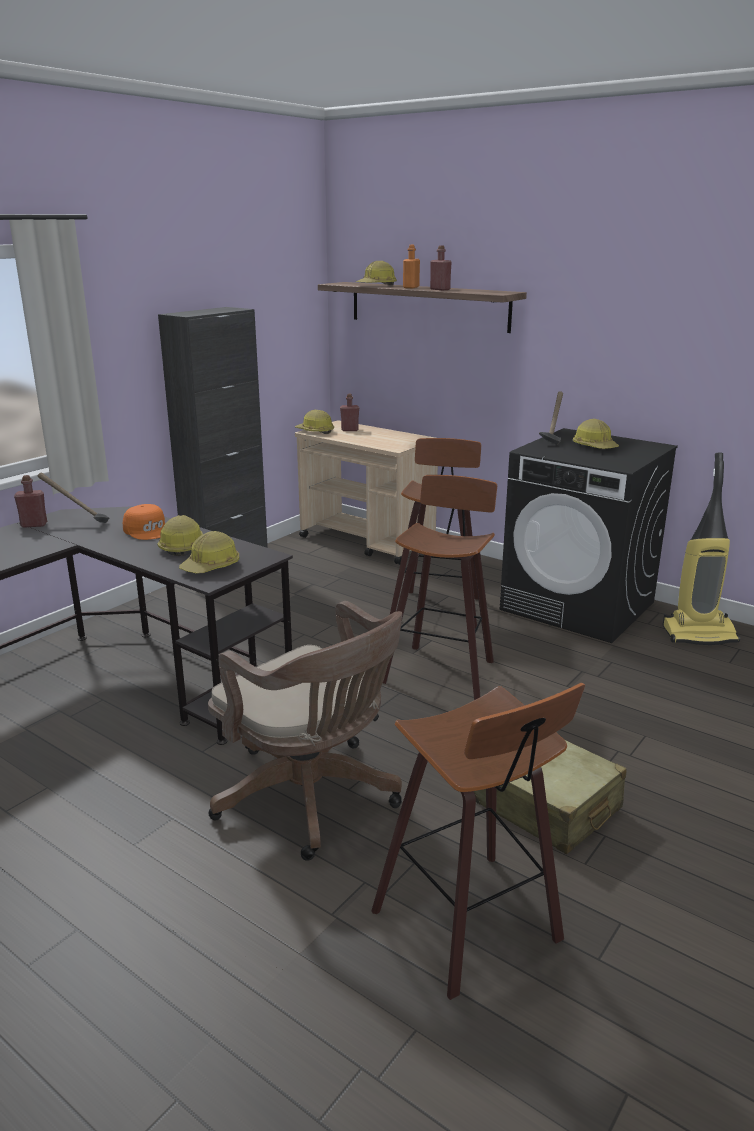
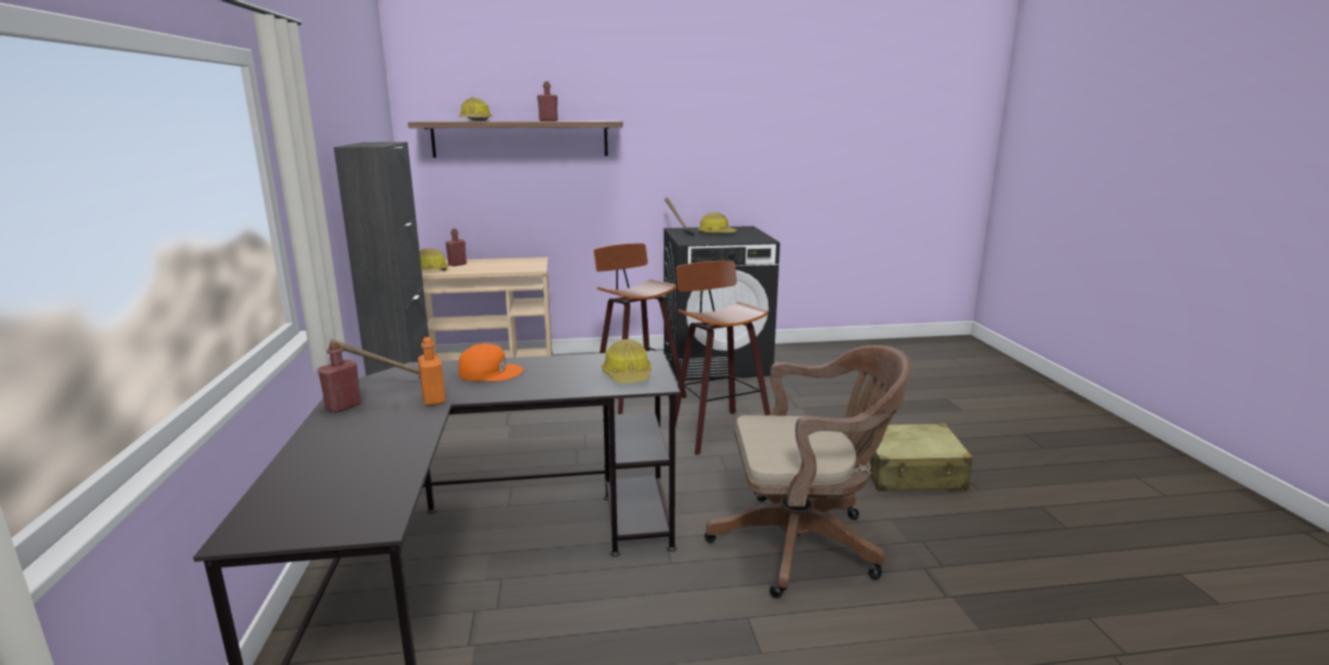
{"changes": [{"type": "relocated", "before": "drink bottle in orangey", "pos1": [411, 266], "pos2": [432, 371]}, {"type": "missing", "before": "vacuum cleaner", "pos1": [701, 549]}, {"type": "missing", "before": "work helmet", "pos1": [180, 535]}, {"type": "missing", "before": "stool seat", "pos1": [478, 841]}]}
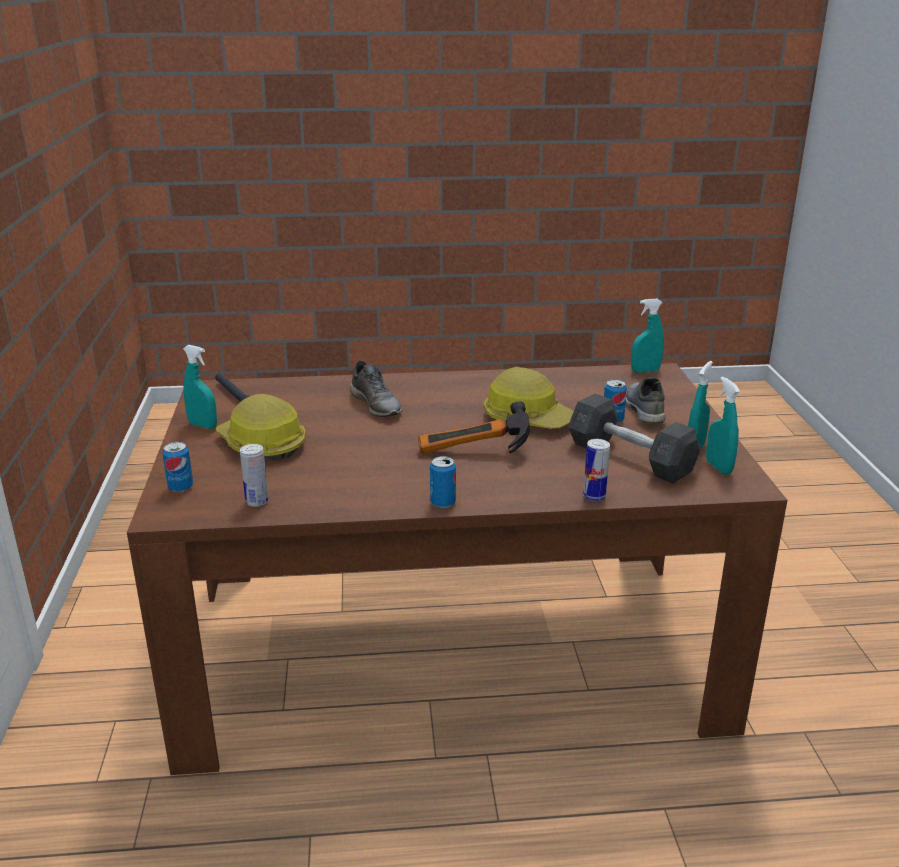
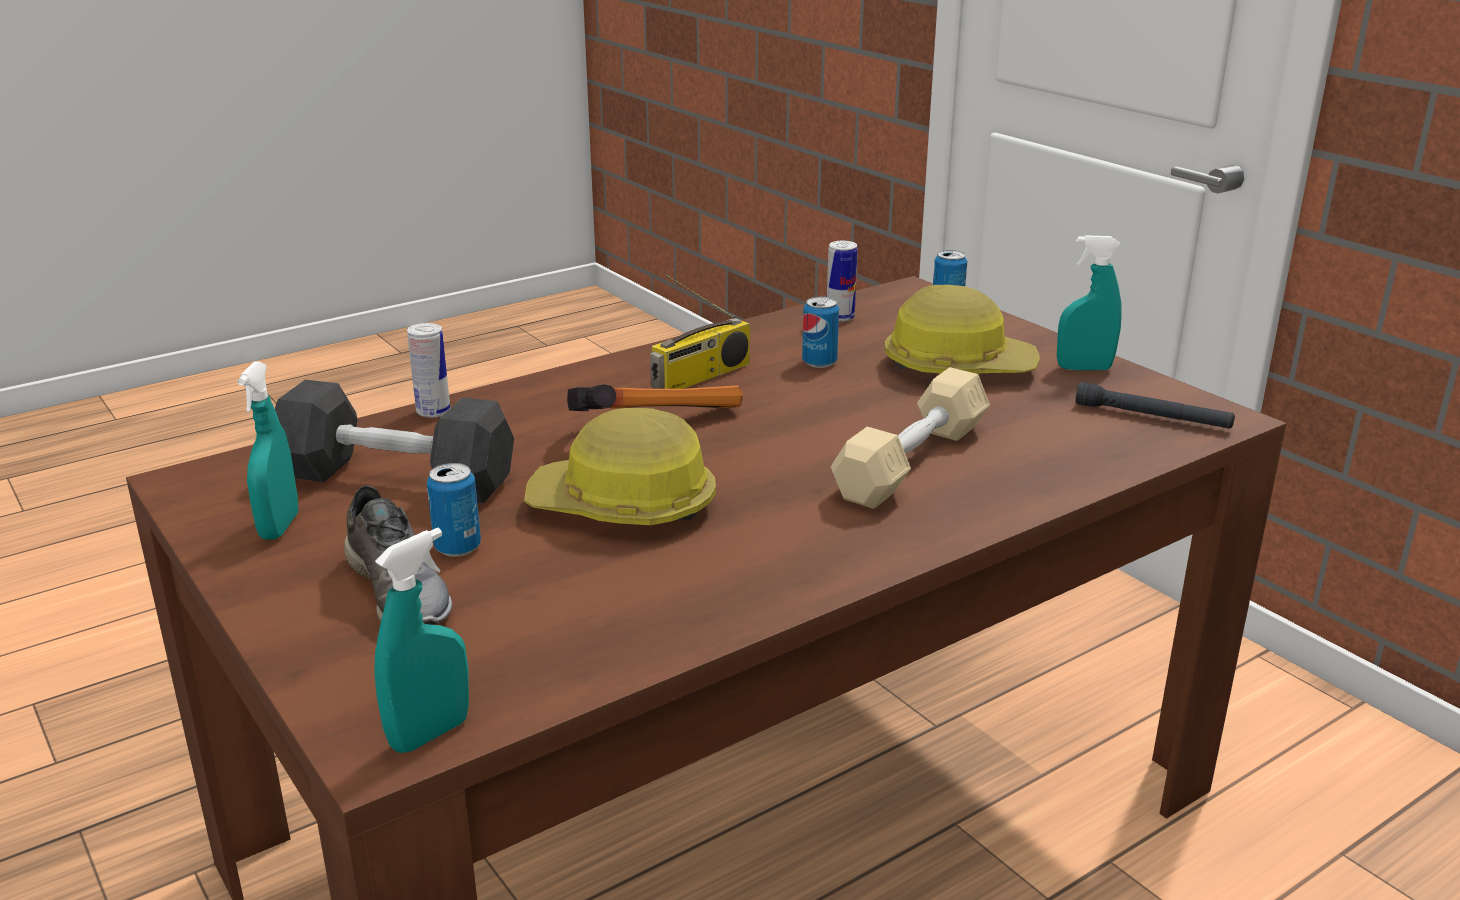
{"changes": [{"type": "exchanged", "before": "low shoe in grey", "after": "free weight in beige-coloured", "pos1": [376, 388], "pos2": [910, 438]}, {"type": "missing", "before": "spray bottle in blue-green", "pos1": [723, 426]}, {"type": "relocated", "before": "metal can", "pos1": [443, 482], "pos2": [820, 332]}, {"type": "appeared", "after": "radio receiver", "pos2": [700, 332]}]}
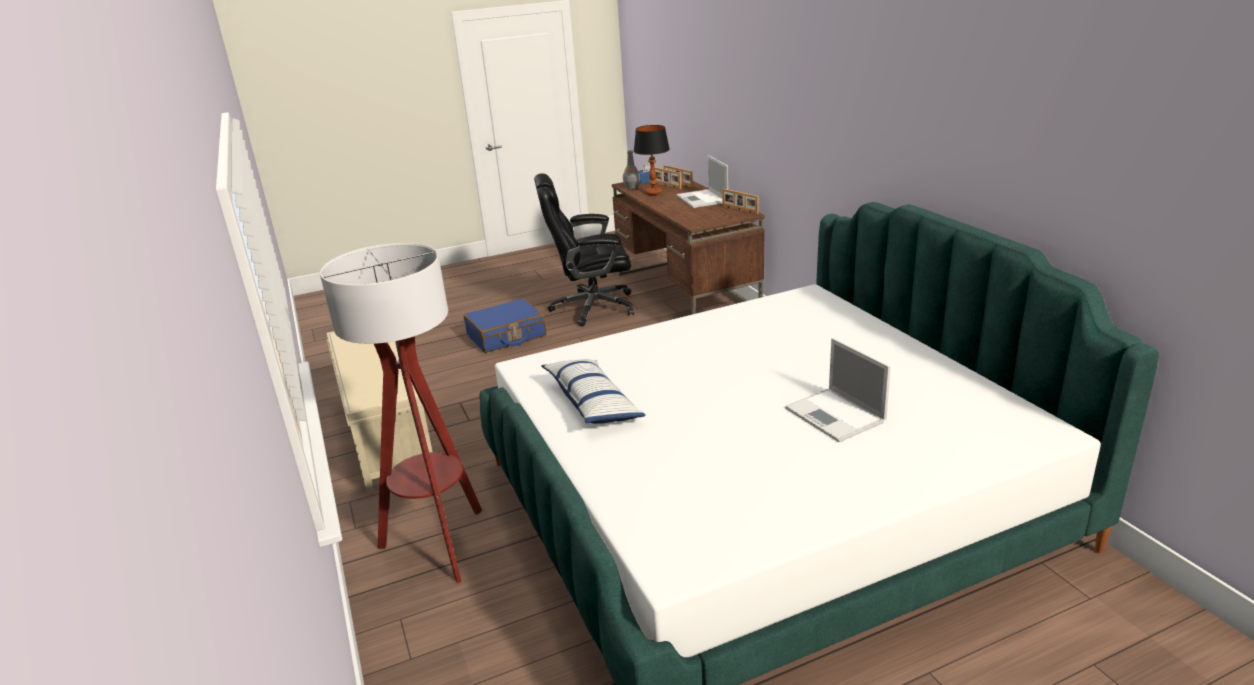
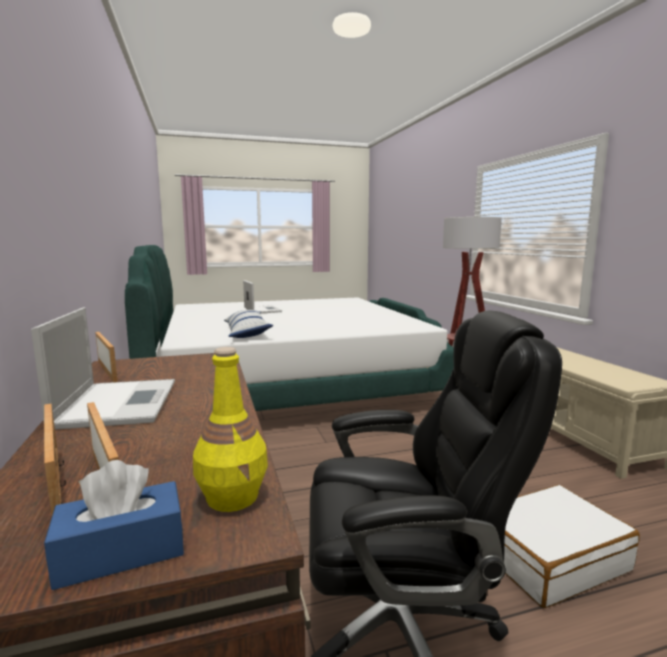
{"changes": [{"type": "missing", "before": "table lamp", "pos1": [652, 160]}, {"type": "colour", "before": "drink bottle in grey", "after": "drink bottle in yellow", "pos1": [631, 169], "pos2": [230, 429]}, {"type": "colour", "before": "piece of luggage in bluish", "after": "piece of luggage in whitish", "pos1": [505, 325], "pos2": [572, 546]}, {"type": "relocated", "before": "cushion", "pos1": [593, 391], "pos2": [248, 324]}]}
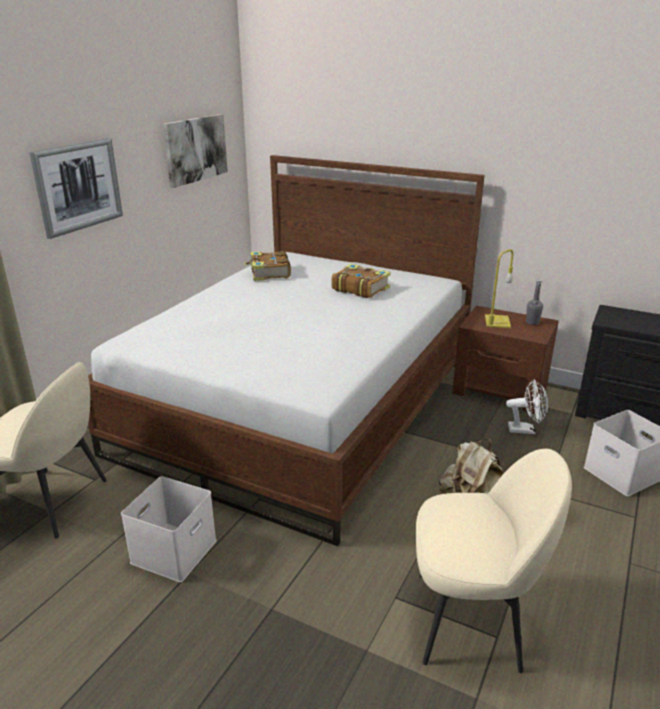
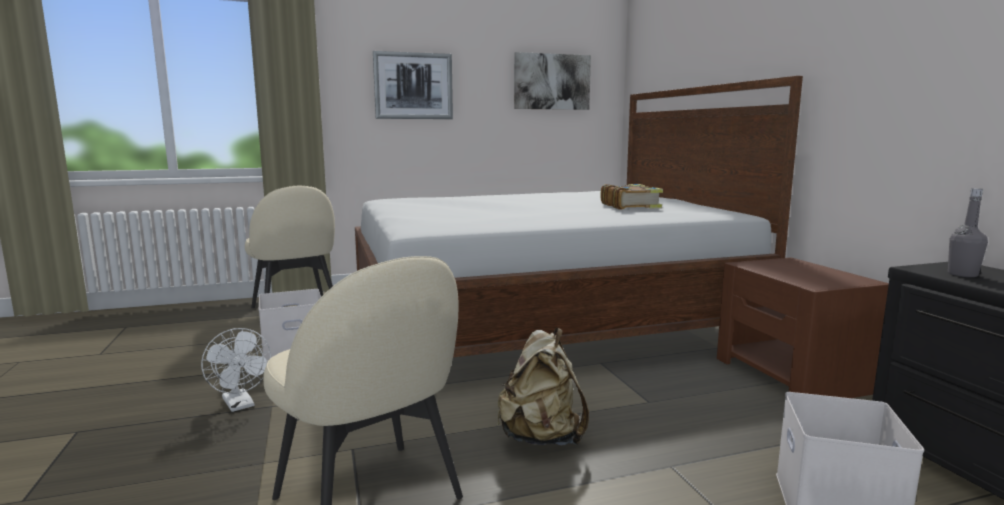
{"changes": [{"type": "missing", "before": "table lamp in yellow", "pos1": [499, 288]}, {"type": "missing", "before": "volume", "pos1": [267, 266]}, {"type": "relocated", "before": "drink bottle in grey", "pos1": [534, 302], "pos2": [968, 232]}, {"type": "relocated", "before": "electric fan in whitish", "pos1": [527, 407], "pos2": [236, 370]}]}
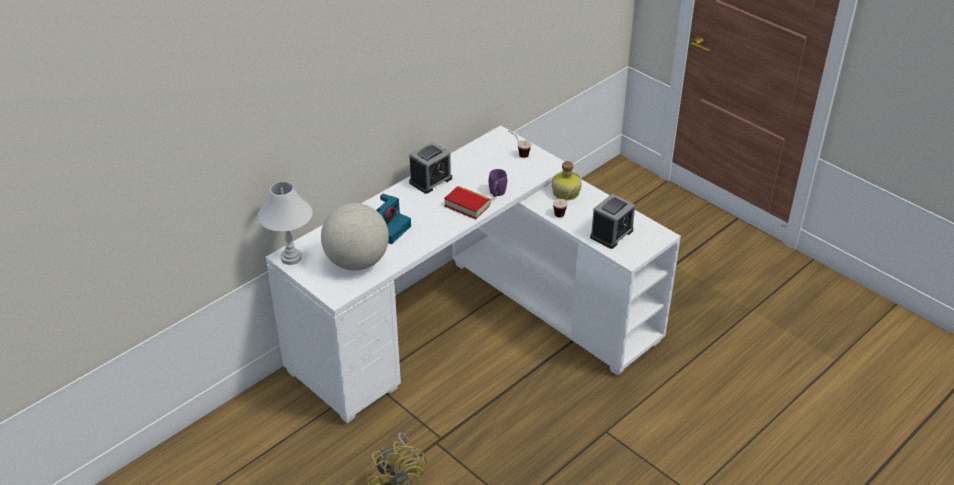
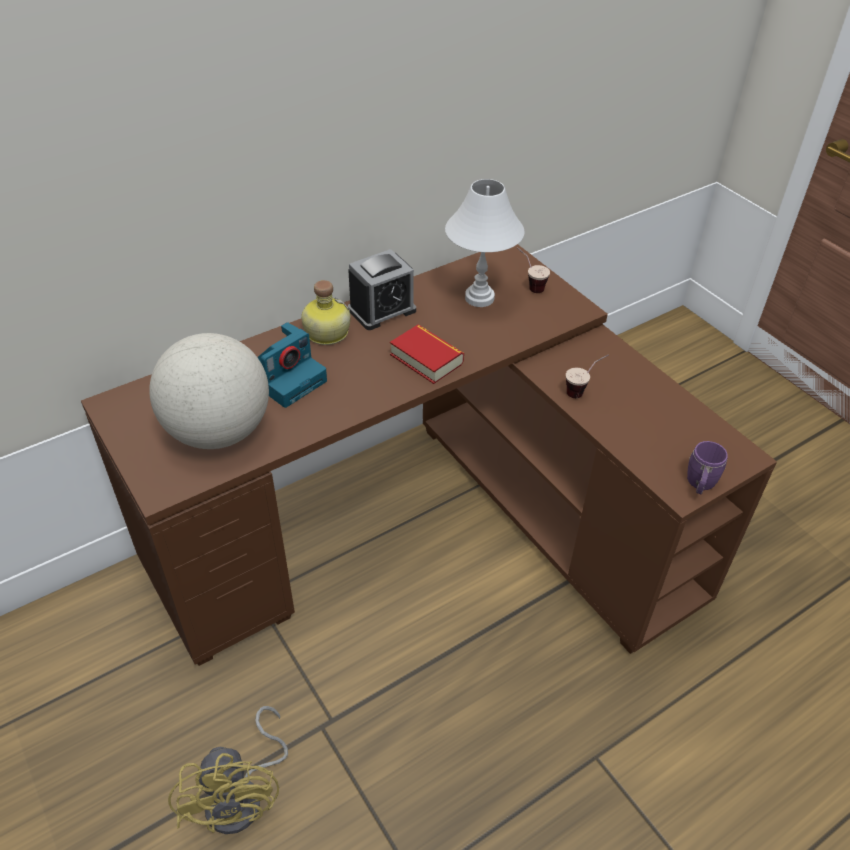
{"changes": [{"type": "colour", "before": "desk table in whitish", "after": "desk table in brown-coloured", "pos1": [473, 274], "pos2": [429, 455]}, {"type": "relocated", "before": "drink bottle", "pos1": [567, 180], "pos2": [326, 312]}, {"type": "relocated", "before": "coffee mug in purplish", "pos1": [498, 183], "pos2": [707, 467]}, {"type": "relocated", "before": "table lamp in whitish", "pos1": [285, 223], "pos2": [485, 243]}, {"type": "missing", "before": "bedside clock", "pos1": [612, 221]}]}
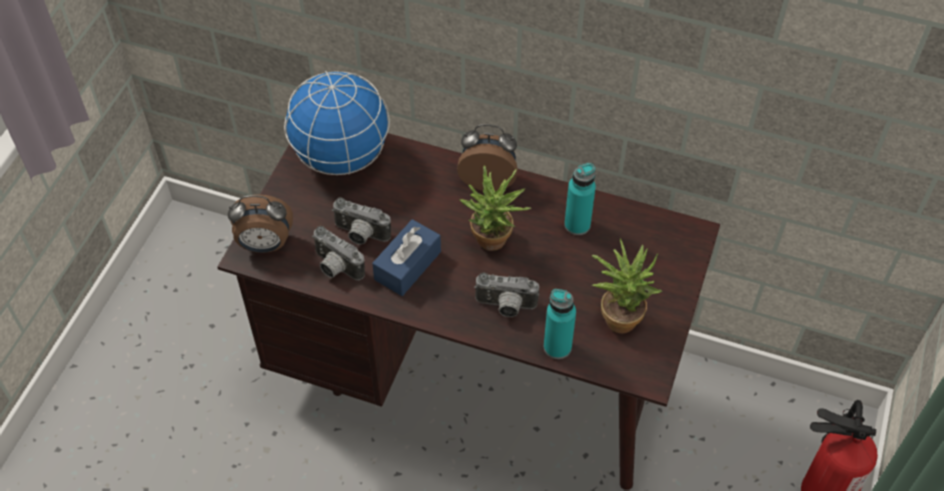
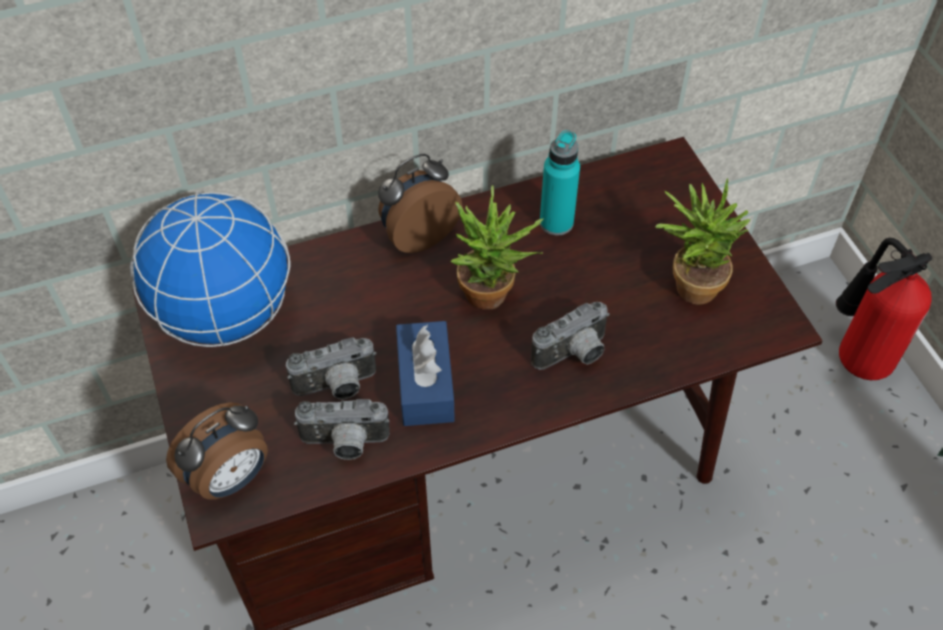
{"changes": [{"type": "missing", "before": "drink bottle in blue-green", "pos1": [560, 324]}]}
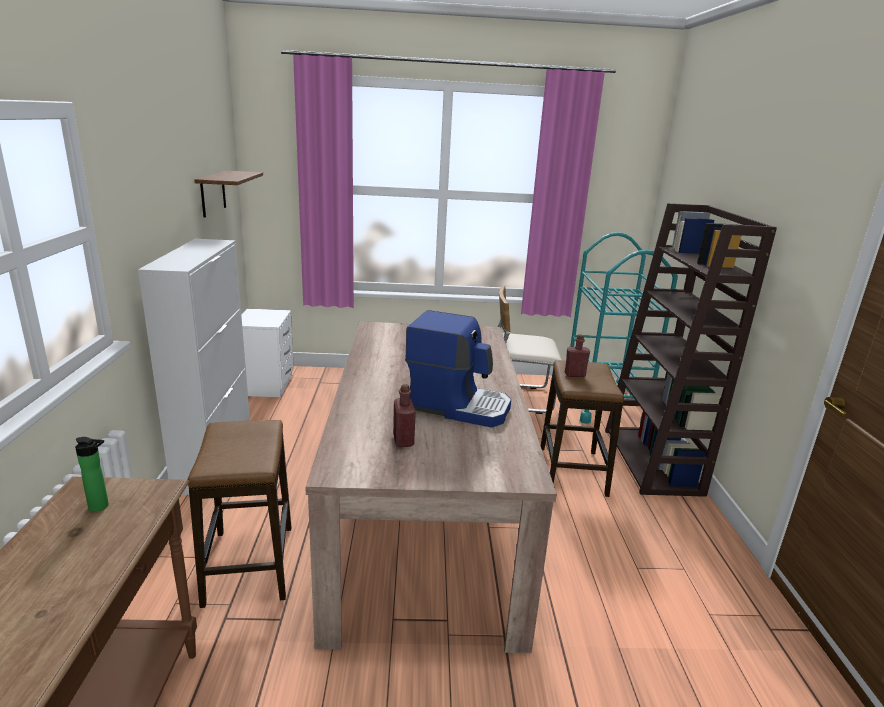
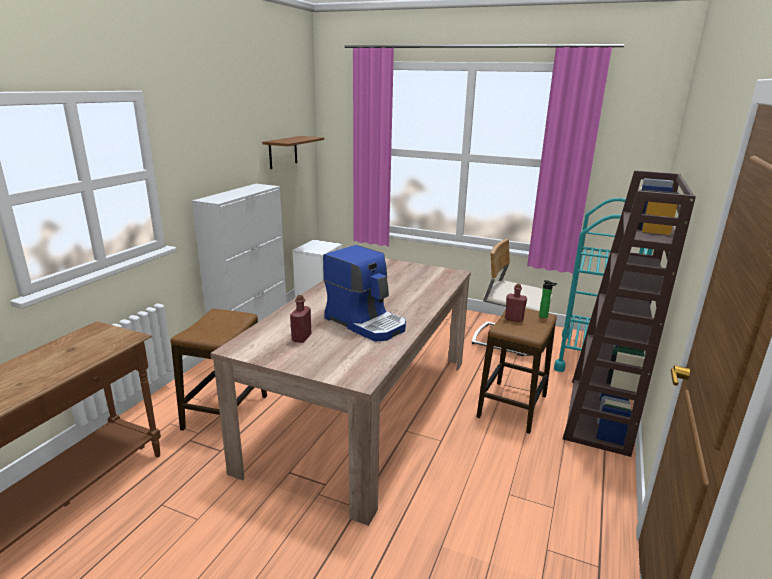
{"changes": [{"type": "relocated", "before": "drink bottle", "pos1": [92, 474], "pos2": [548, 299]}]}
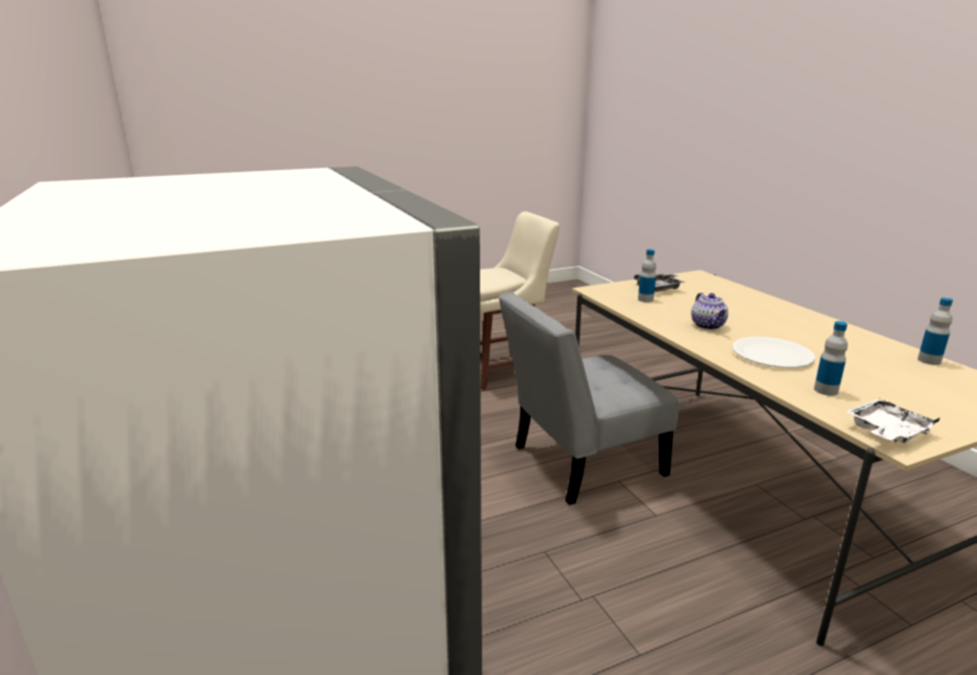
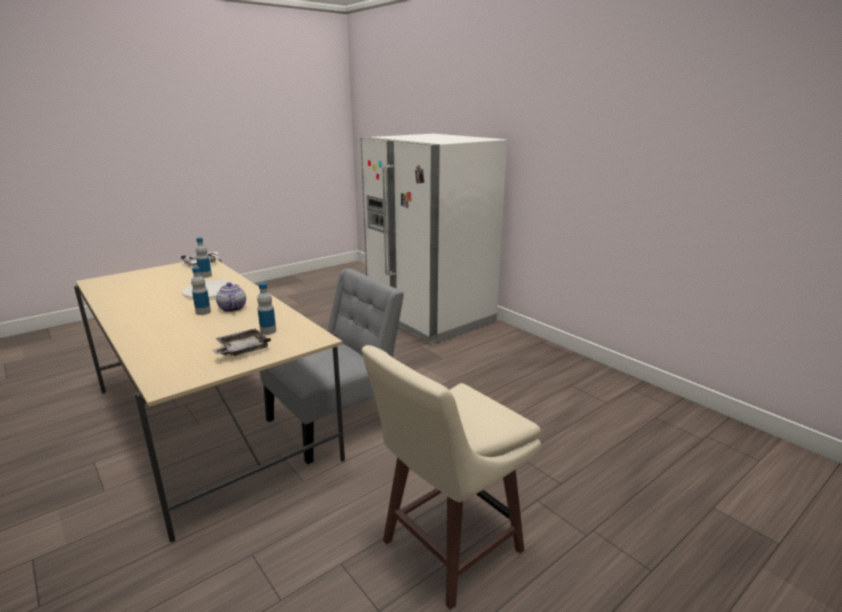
{"changes": [{"type": "relocated", "before": "drink bottle", "pos1": [935, 331], "pos2": [201, 291]}]}
